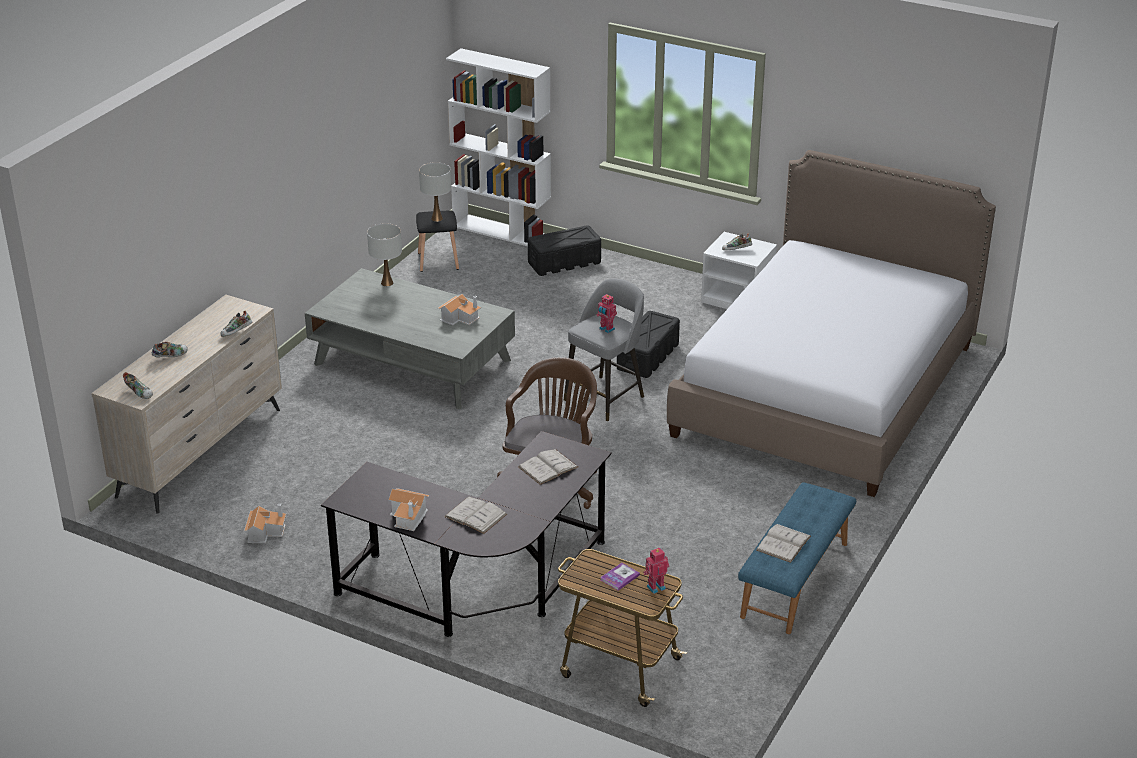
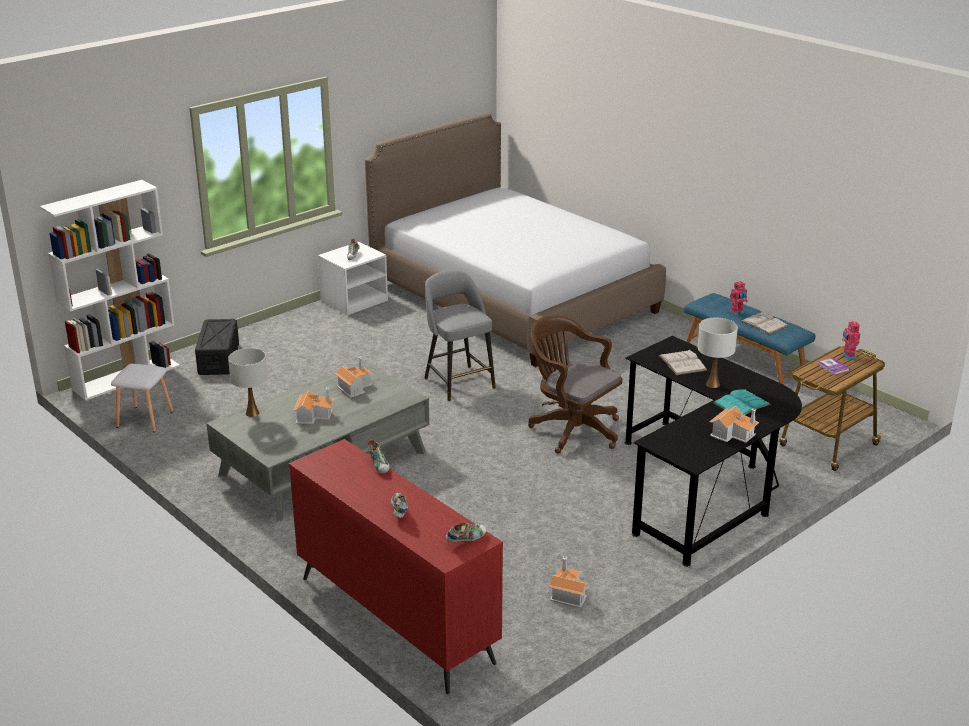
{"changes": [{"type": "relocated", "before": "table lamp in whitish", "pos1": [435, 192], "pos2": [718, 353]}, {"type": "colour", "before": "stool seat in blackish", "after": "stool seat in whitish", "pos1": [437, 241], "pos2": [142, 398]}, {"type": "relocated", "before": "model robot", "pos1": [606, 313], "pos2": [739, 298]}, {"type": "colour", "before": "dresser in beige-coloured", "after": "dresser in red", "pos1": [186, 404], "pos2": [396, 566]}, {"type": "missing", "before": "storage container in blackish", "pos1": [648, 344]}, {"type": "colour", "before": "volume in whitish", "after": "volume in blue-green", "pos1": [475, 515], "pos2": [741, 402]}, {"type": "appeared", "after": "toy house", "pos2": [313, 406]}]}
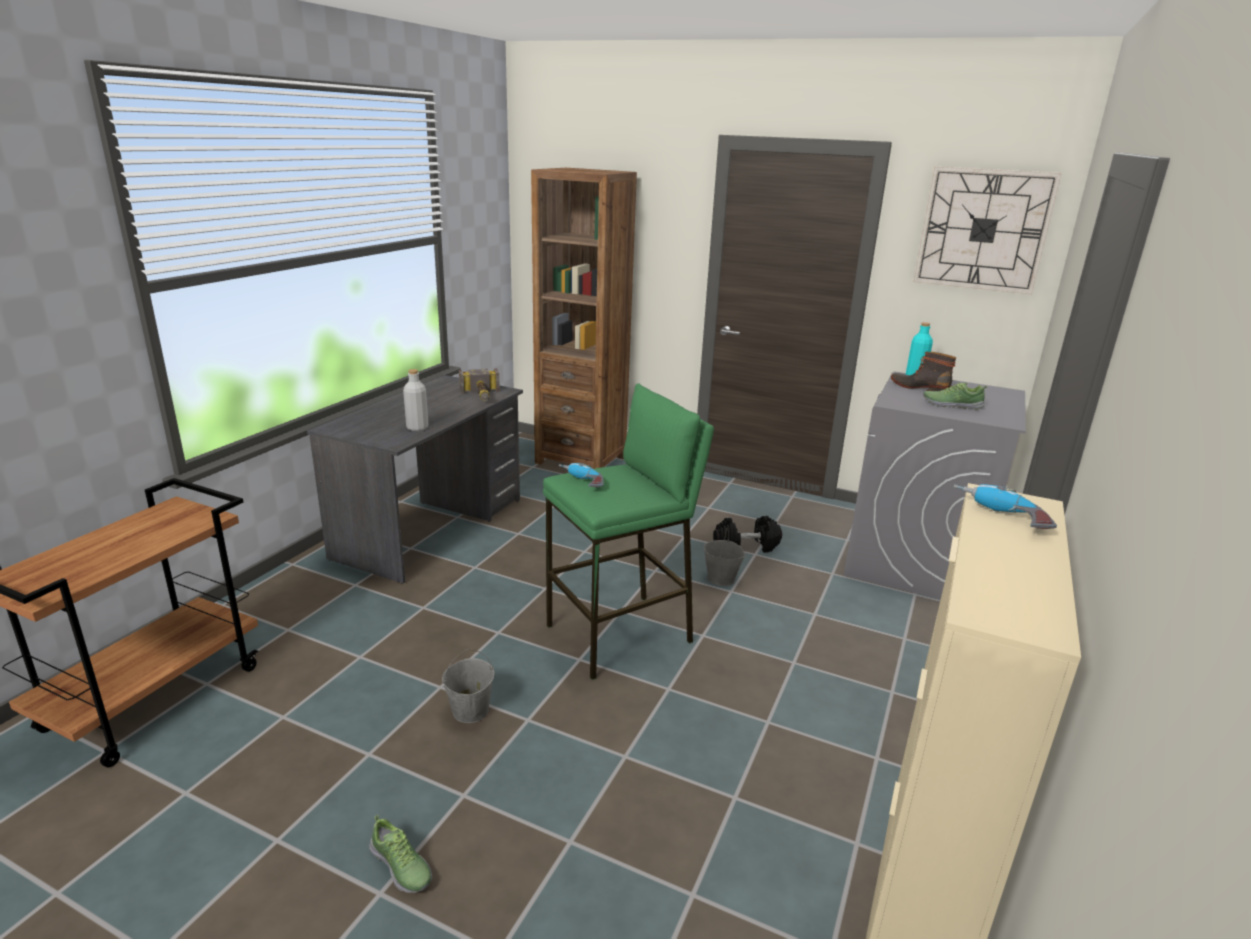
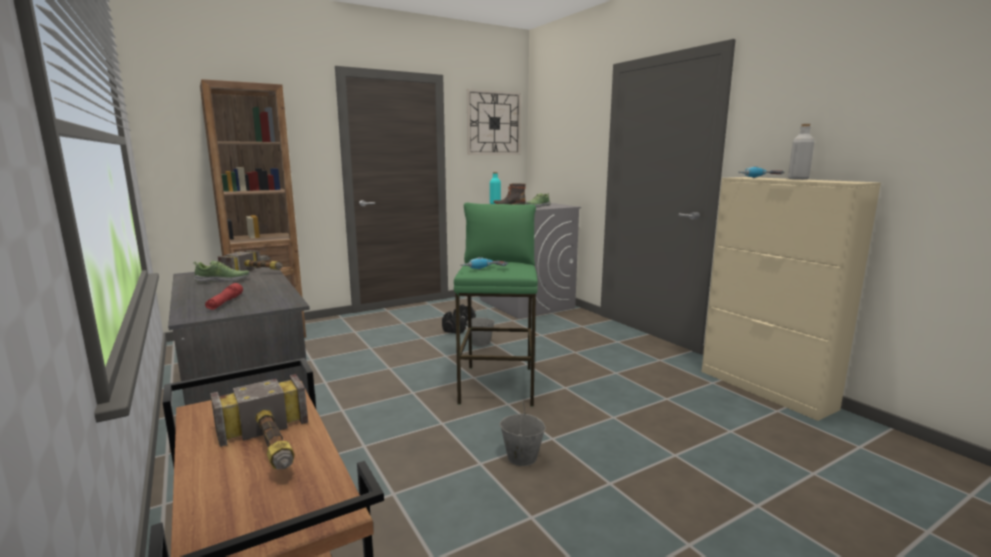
{"changes": [{"type": "relocated", "before": "drink bottle in grey", "pos1": [416, 400], "pos2": [801, 152]}, {"type": "relocated", "before": "low shoe", "pos1": [400, 854], "pos2": [221, 271]}, {"type": "appeared", "after": "hand torch in red", "pos2": [224, 296]}, {"type": "appeared", "after": "hand hammer", "pos2": [259, 421]}]}
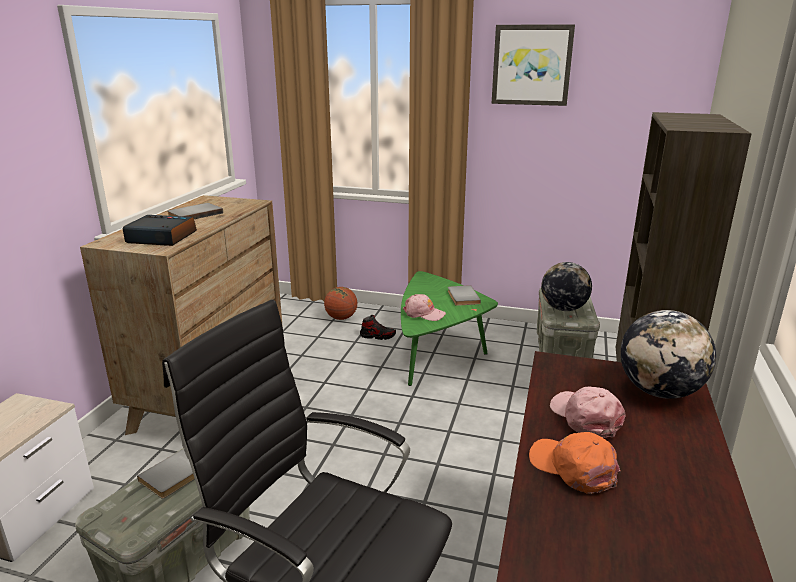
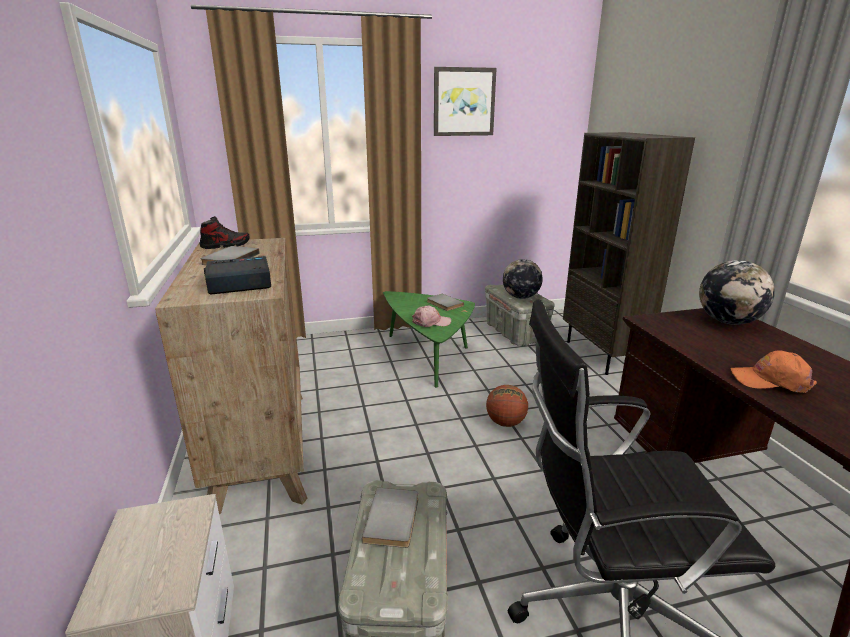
{"changes": [{"type": "relocated", "before": "ball for basketball", "pos1": [340, 303], "pos2": [507, 406]}, {"type": "relocated", "before": "low shoe", "pos1": [378, 327], "pos2": [224, 232]}, {"type": "missing", "before": "cap in pink", "pos1": [588, 411]}]}
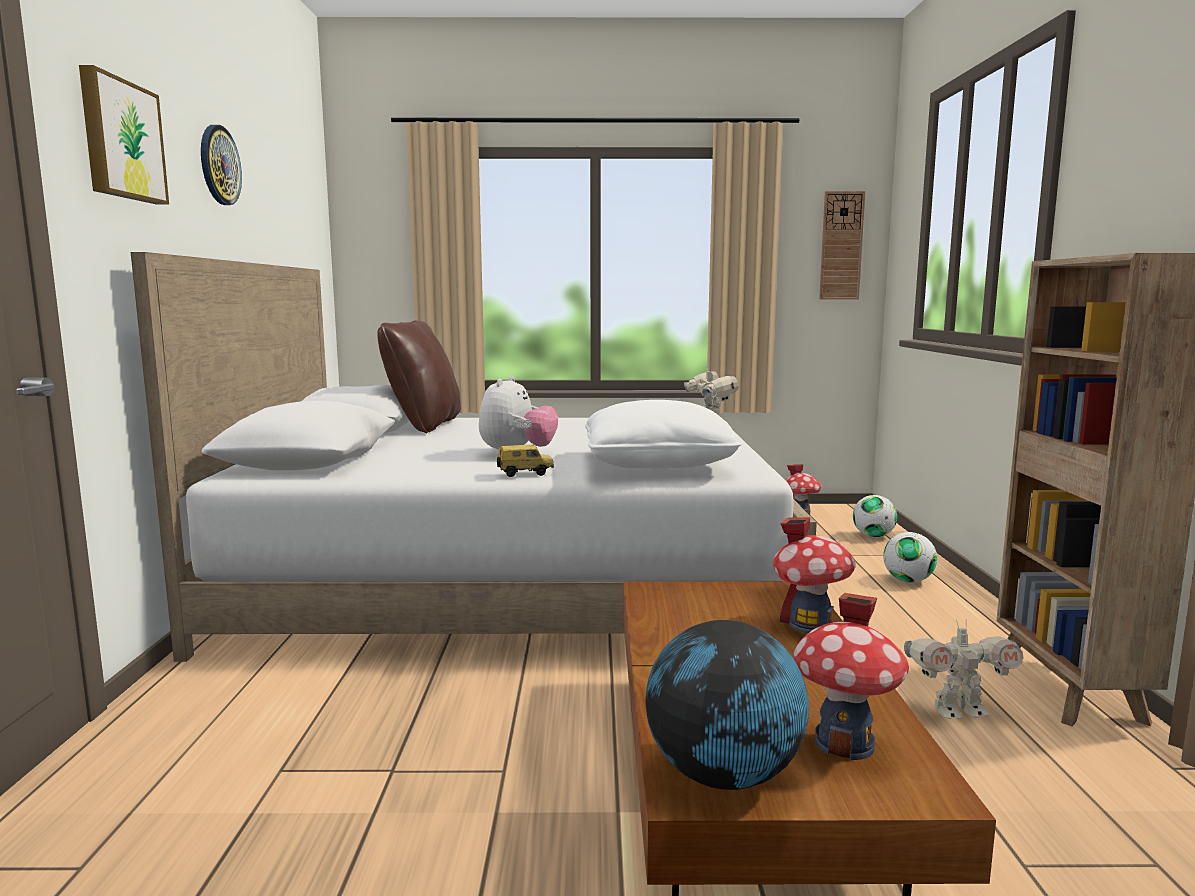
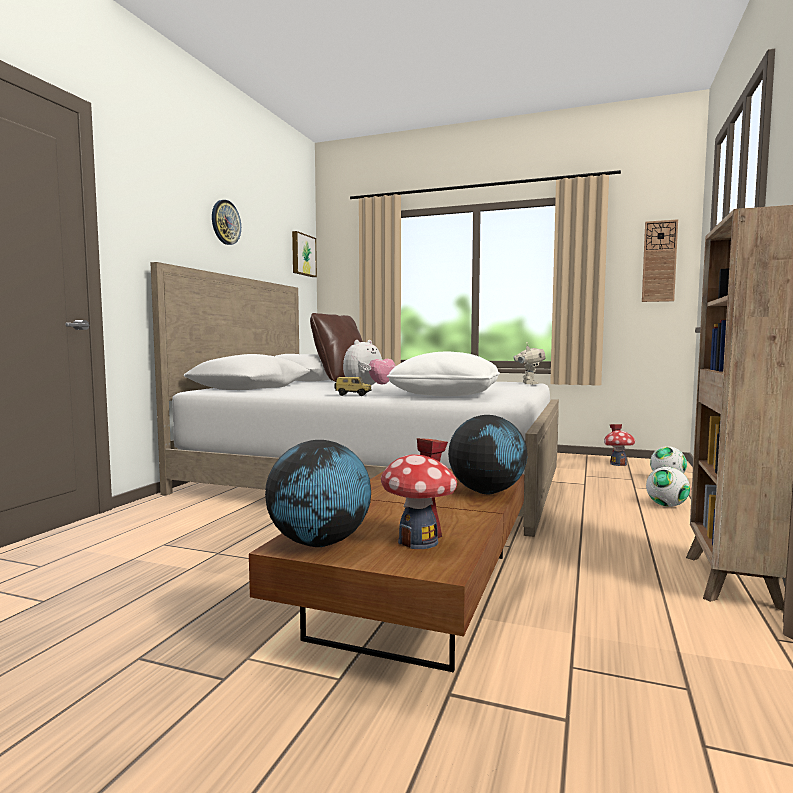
{"changes": [{"type": "relocated", "before": "wall picture", "pos1": [124, 135], "pos2": [304, 254]}, {"type": "exchanged", "before": "toy house", "after": "globe", "pos1": [814, 575], "pos2": [488, 454]}, {"type": "missing", "before": "model robot", "pos1": [964, 669]}]}
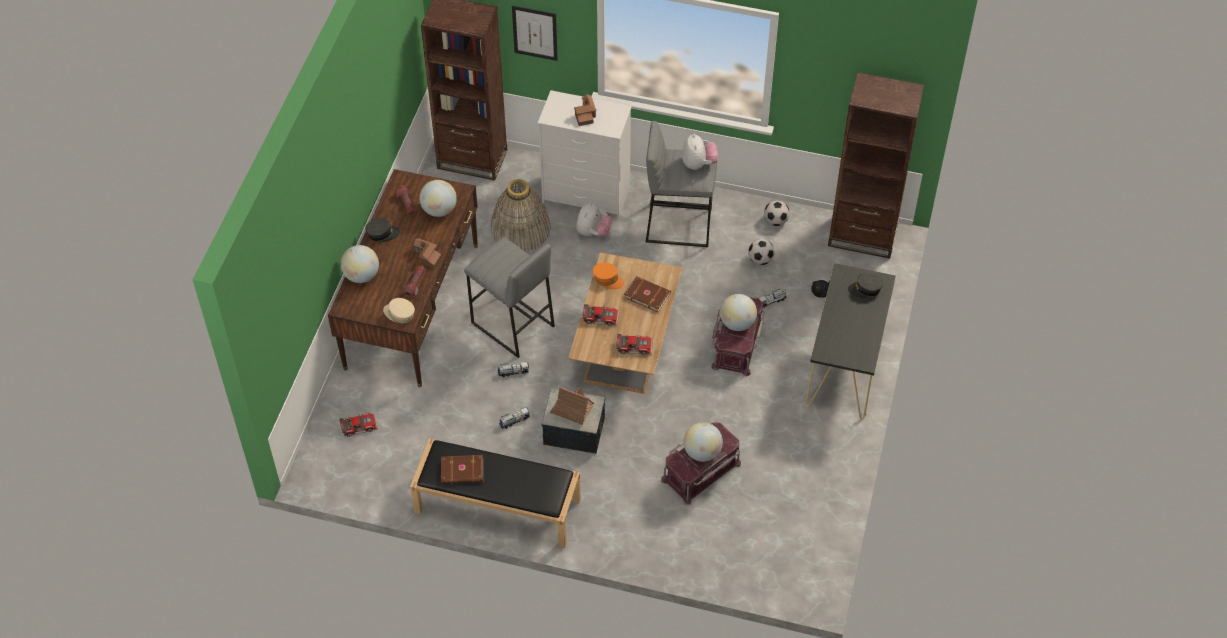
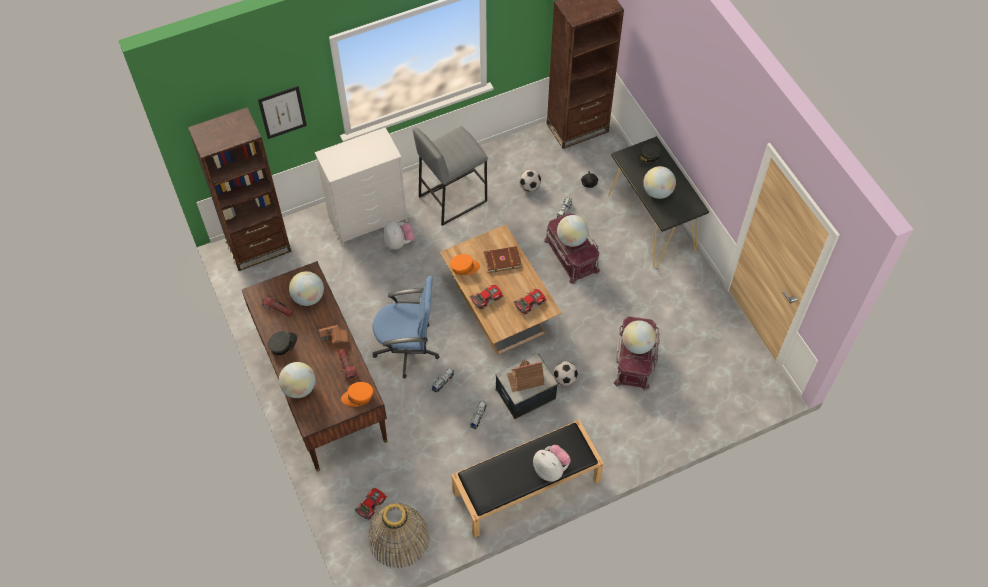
{"changes": [{"type": "missing", "before": "toy house", "pos1": [585, 110]}, {"type": "relocated", "before": "cuddly toy", "pos1": [700, 152], "pos2": [552, 463]}, {"type": "relocated", "before": "storage basket", "pos1": [521, 215], "pos2": [399, 535]}, {"type": "relocated", "before": "football", "pos1": [777, 213], "pos2": [565, 373]}, {"type": "exchanged", "before": "stool seat in grey", "after": "computer chair in bluish", "pos1": [509, 297], "pos2": [406, 327]}, {"type": "colour", "before": "cap in beige-coloured", "after": "cap in orangey", "pos1": [399, 310], "pos2": [357, 394]}, {"type": "missing", "before": "volume in brown-coloured", "pos1": [462, 469]}, {"type": "appeared", "after": "globe", "pos2": [659, 182]}]}
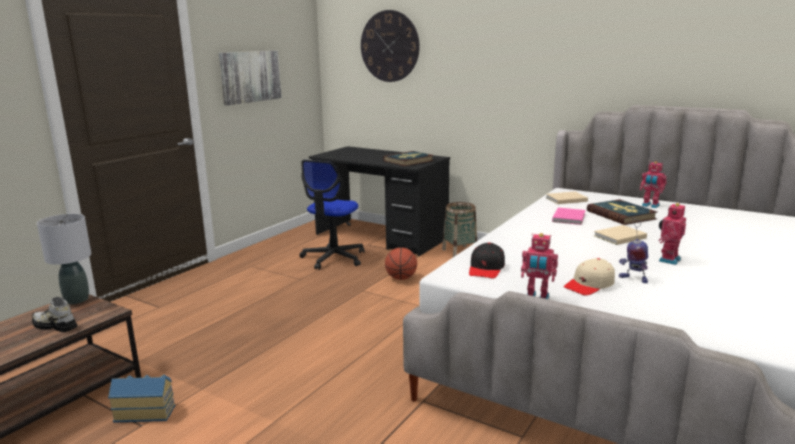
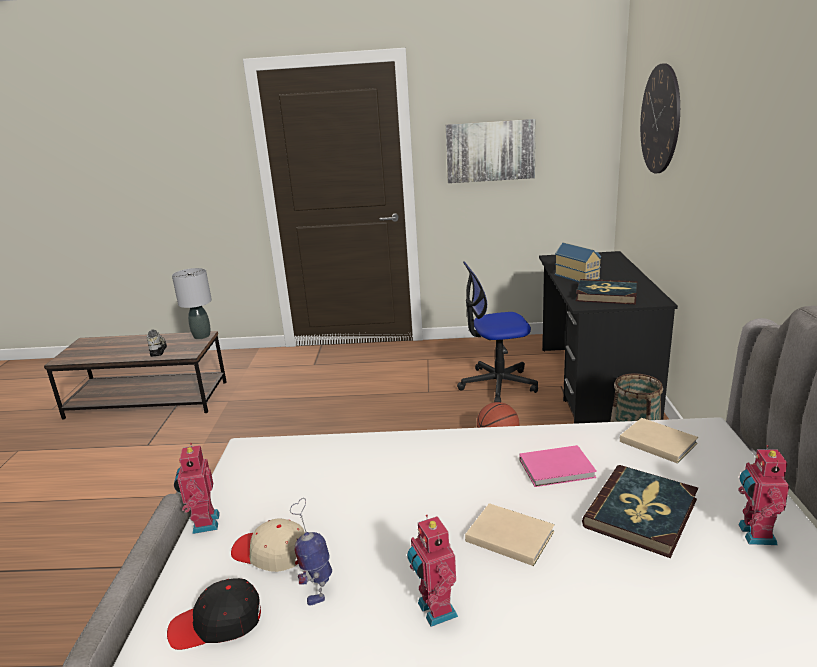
{"changes": [{"type": "spun", "before": "model robot", "pos1": [672, 233], "pos2": [432, 571], "turn": -120}, {"type": "relocated", "before": "cap in blackish", "pos1": [487, 260], "pos2": [214, 614]}, {"type": "relocated", "before": "toy house", "pos1": [141, 398], "pos2": [578, 262]}]}
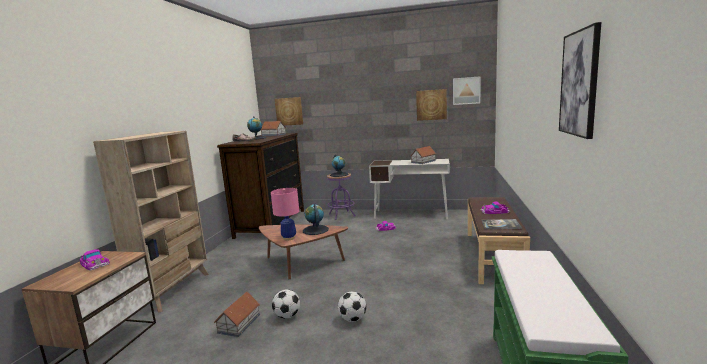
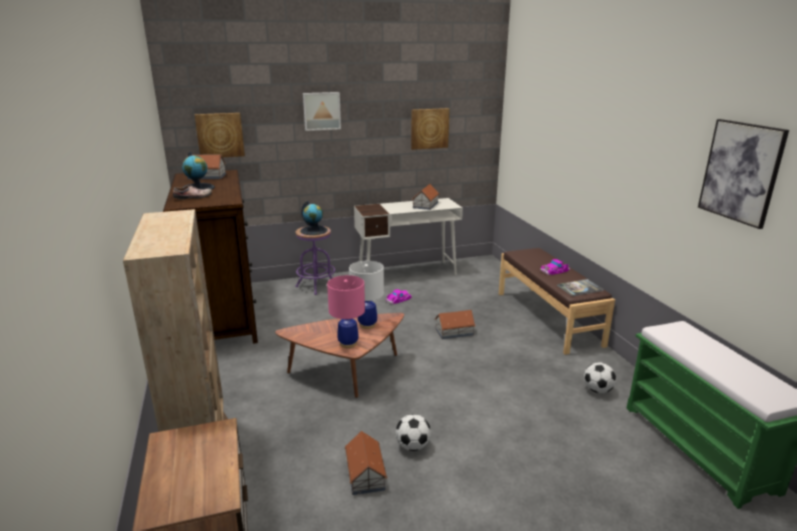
{"changes": [{"type": "relocated", "before": "wall picture", "pos1": [467, 90], "pos2": [322, 111]}, {"type": "exchanged", "before": "globe", "after": "table lamp in whitish", "pos1": [316, 219], "pos2": [366, 295]}, {"type": "missing", "before": "miniature car", "pos1": [95, 260]}, {"type": "relocated", "before": "football", "pos1": [352, 307], "pos2": [600, 377]}, {"type": "appeared", "after": "toy house", "pos2": [455, 324]}]}
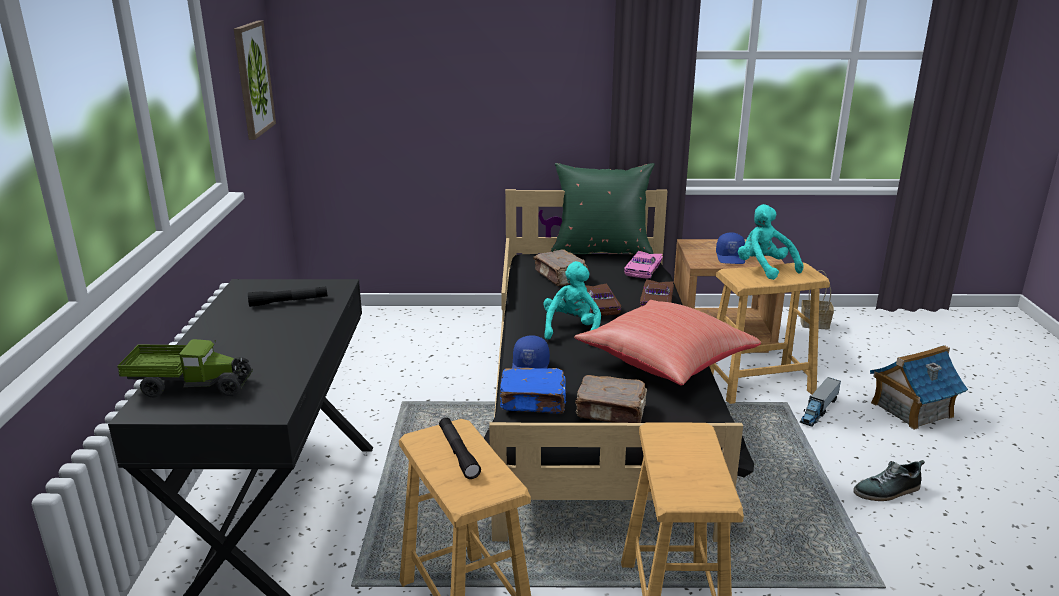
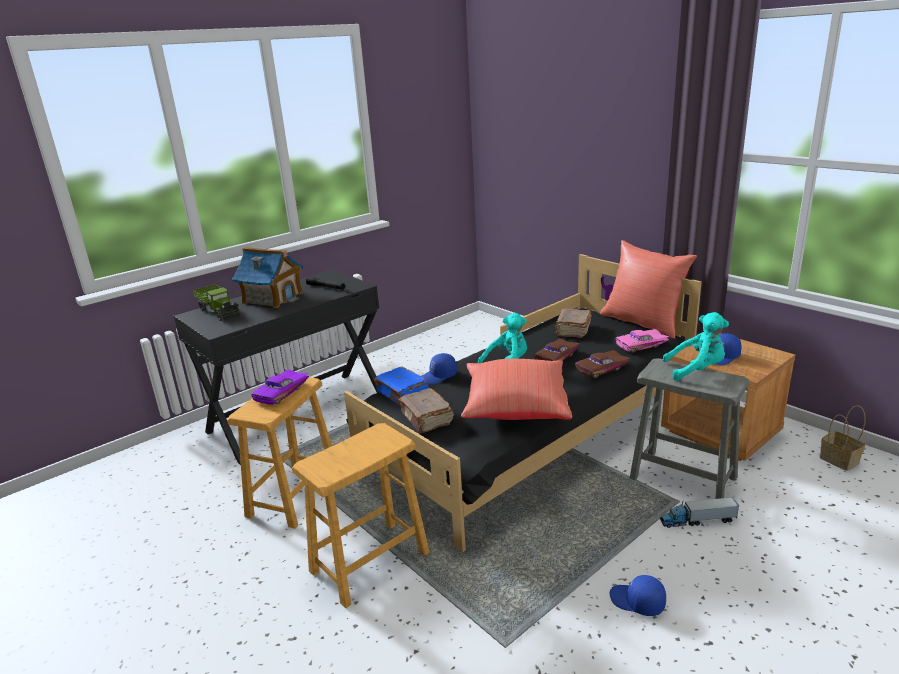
{"changes": [{"type": "missing", "before": "wall picture", "pos1": [255, 80]}, {"type": "colour", "before": "cushion in green-coloured", "after": "cushion in red", "pos1": [602, 209], "pos2": [648, 289]}, {"type": "spun", "before": "cuddly toy in blue-green", "pos1": [771, 242], "pos2": [696, 346], "turn": 75}, {"type": "colour", "before": "stool seat in brown-coloured", "after": "stool seat in grey", "pos1": [769, 333], "pos2": [689, 428]}, {"type": "relocated", "before": "toy house", "pos1": [919, 387], "pos2": [267, 277]}, {"type": "exchanged", "before": "hand torch in blackish", "after": "miniature car in purplish", "pos1": [460, 448], "pos2": [280, 387]}, {"type": "exchanged", "before": "low shoe", "after": "cap in bluish", "pos1": [889, 480], "pos2": [637, 595]}]}
